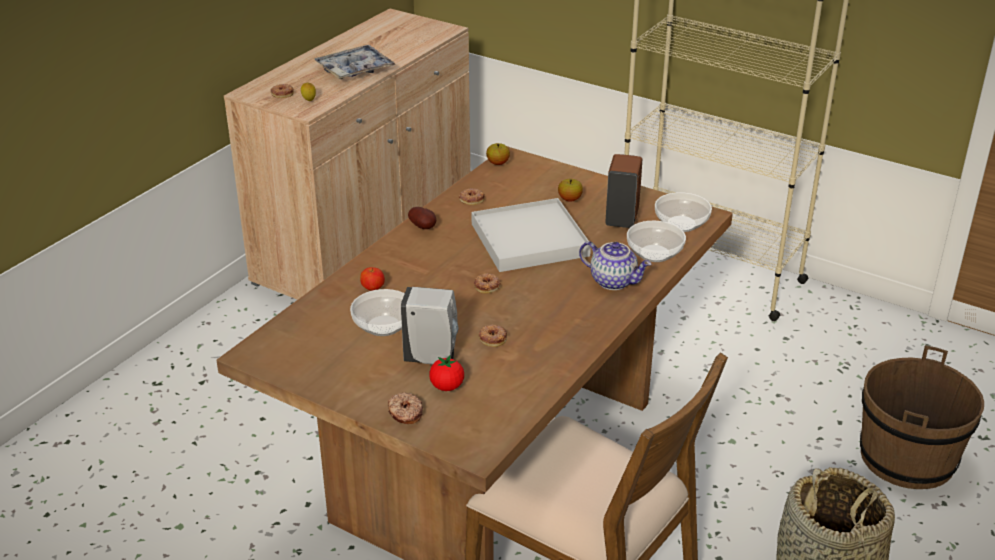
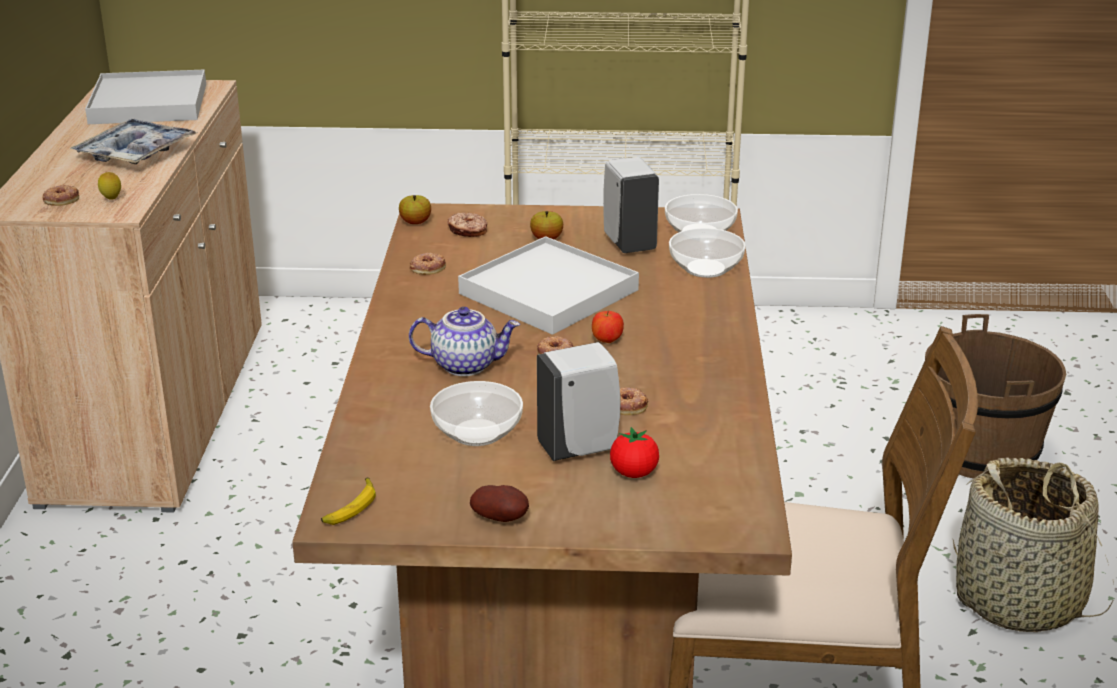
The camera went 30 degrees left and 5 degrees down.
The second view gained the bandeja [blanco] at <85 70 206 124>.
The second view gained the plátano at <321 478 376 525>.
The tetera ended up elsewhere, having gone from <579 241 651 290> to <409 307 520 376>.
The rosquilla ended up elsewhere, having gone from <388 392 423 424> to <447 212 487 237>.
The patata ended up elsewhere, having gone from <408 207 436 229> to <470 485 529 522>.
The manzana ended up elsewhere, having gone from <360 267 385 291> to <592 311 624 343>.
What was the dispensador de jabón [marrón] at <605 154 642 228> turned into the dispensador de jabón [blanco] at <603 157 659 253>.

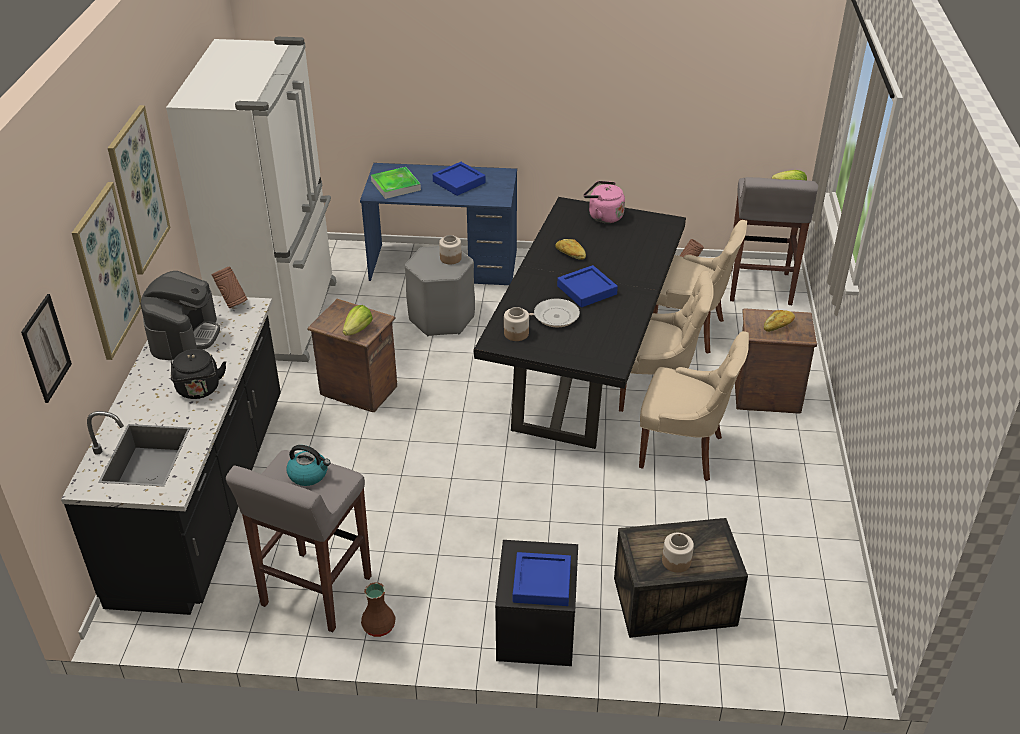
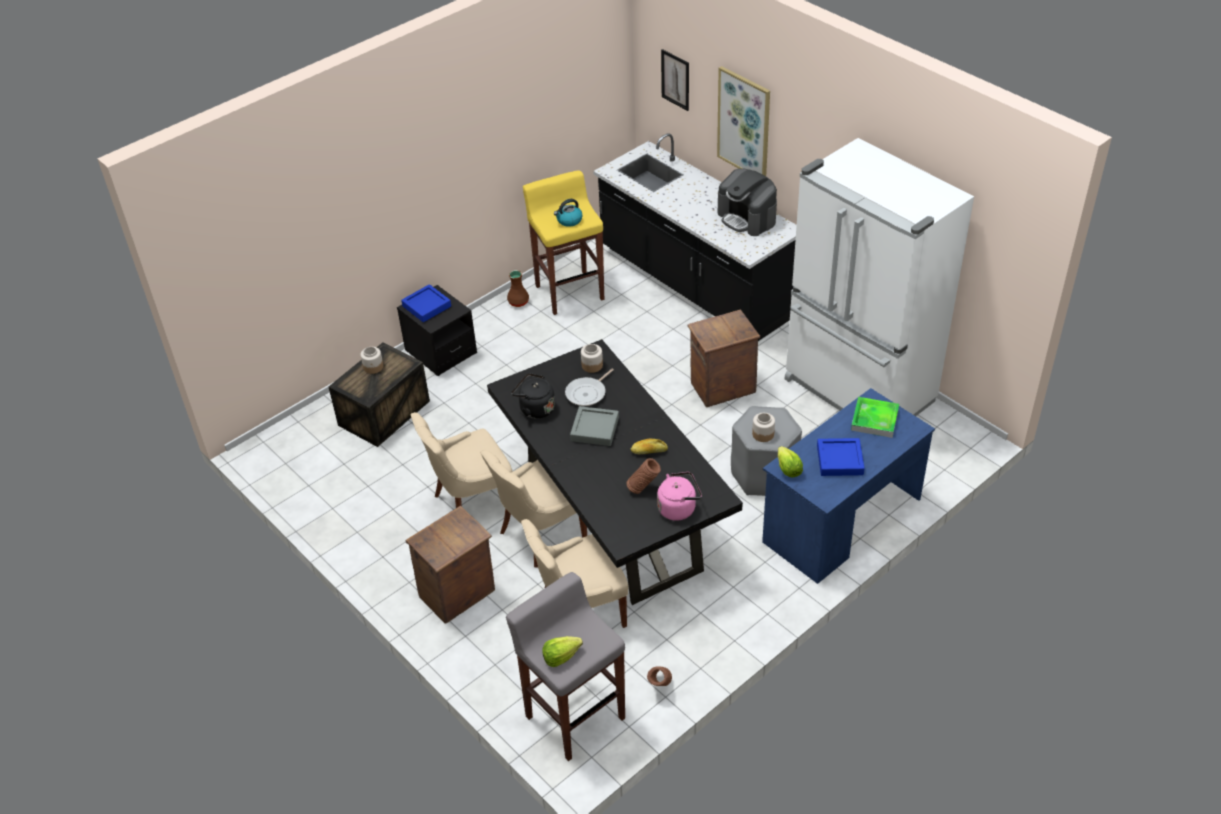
The camera went 135 degrees right and 5 degrees up.
The hervidor [negro] ended up elsewhere, having gone from <171 349 226 399> to <511 373 555 419>.
What was the taburete [gris] at <226 450 372 632> turned into the taburete [amarillo] at <523 170 604 315>.
What was the bandeja [azul] at <557 265 618 308> turned into the bandeja [gris] at <570 406 619 446>.
The florero [marrón] ended up elsewhere, having gone from <212 266 248 308> to <626 458 661 494>.
The lechuga ended up elsewhere, having gone from <343 305 373 336> to <778 446 803 478>.
The second view lost the cuadro at <108 105 170 275>.
The second view lost the pan at <764 310 795 332>.

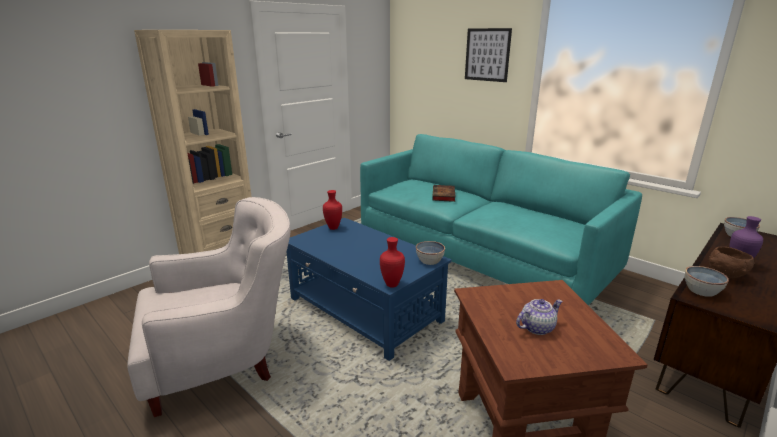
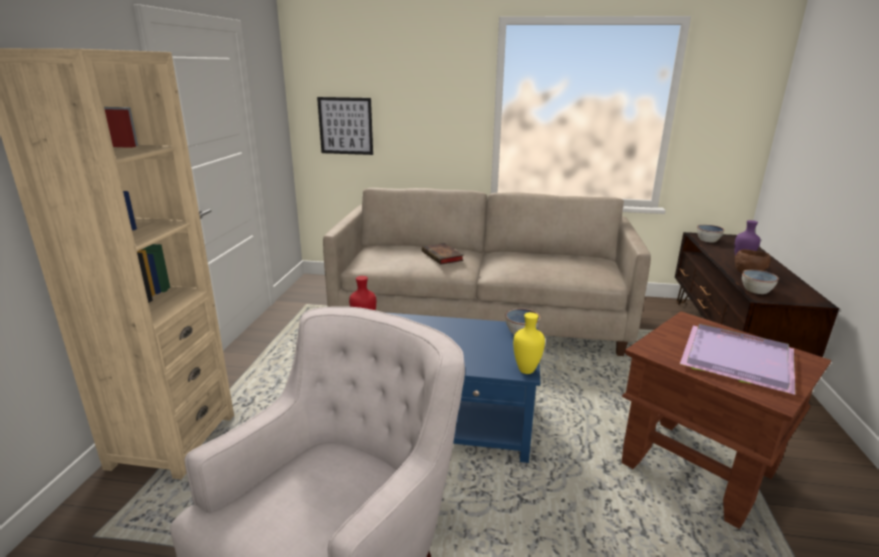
The camera went 35 degrees left and 0 degrees up.
The cuadro ended up elsewhere, having gone from <465 28 512 82> to <317 97 373 155>.
What was the sofá [turquesa] at <360 134 642 305> turned into the sofá [beis] at <323 188 651 356>.
What was the florero [rojo] at <380 237 405 288> turned into the florero [amarillo] at <513 312 545 374>.
Where the tetera stood at <516 299 562 335>, the bandeja [morado] came to stand at <680 324 796 395>.

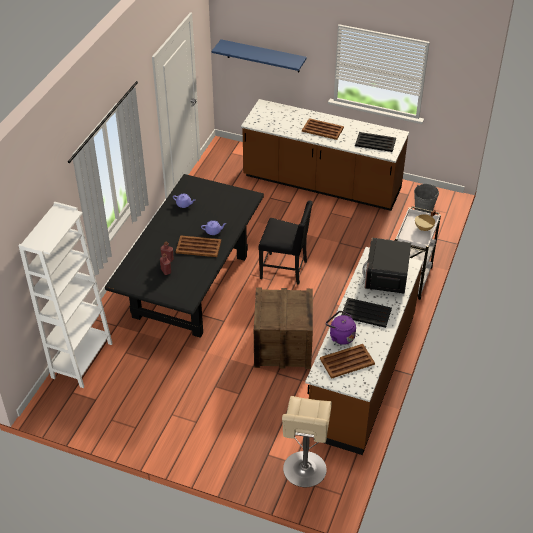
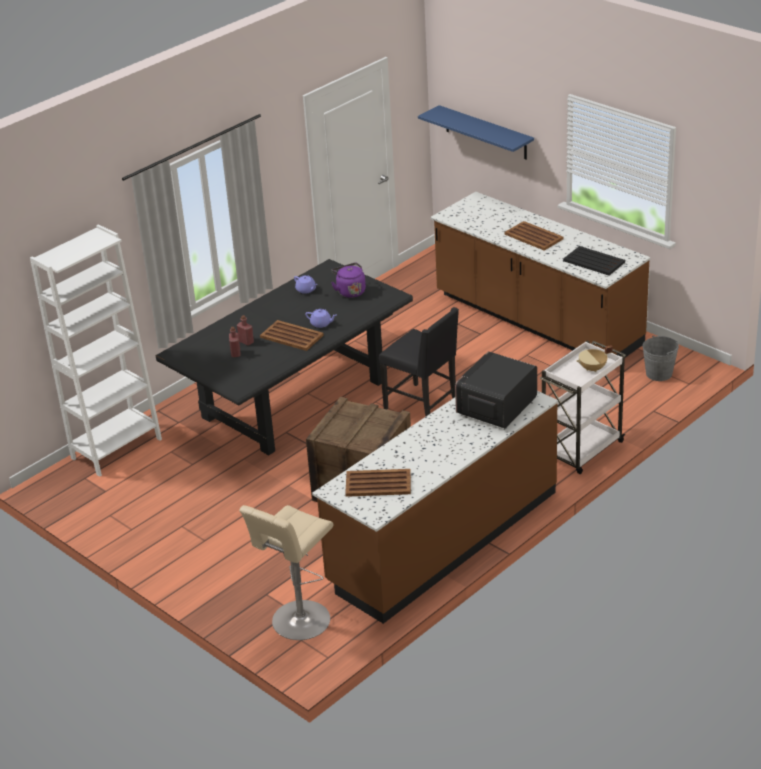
The camera went 25 degrees right and 10 degrees down.
The hervidor [morado] ended up elsewhere, having gone from <326 311 356 345> to <331 263 366 298>.
The second view lost the bandeja [negro] at <342 298 392 328>.

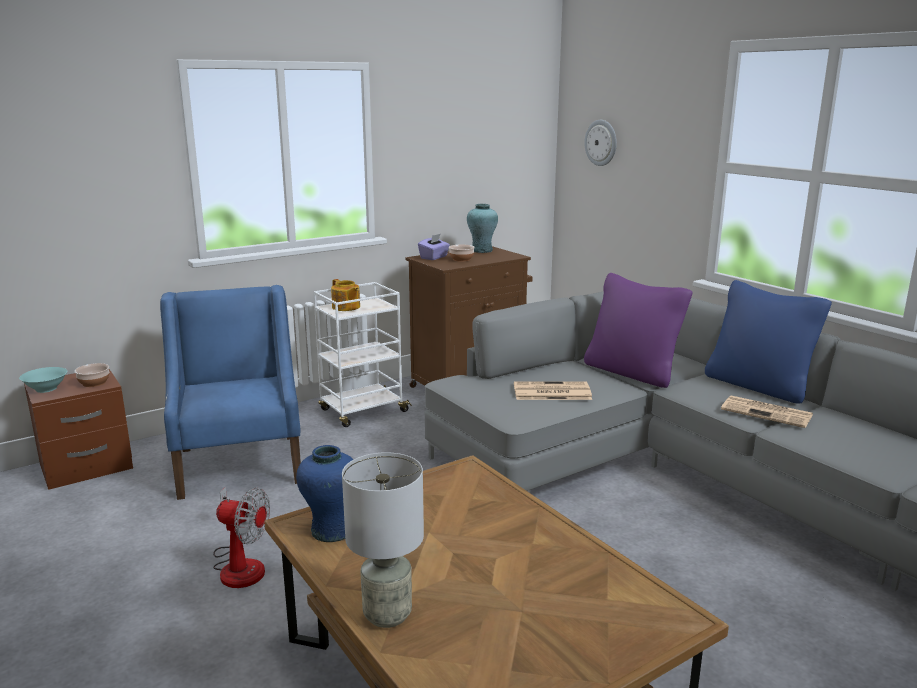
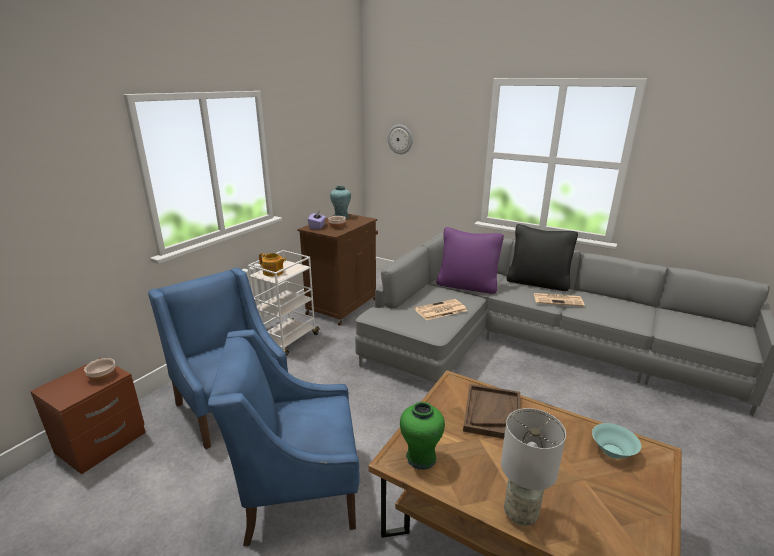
The camera went 25 degrees left and 5 degrees up.
Where the ventilador stood at <213 487 270 588>, the sillón [azul] came to stand at <208 329 360 546>.
What was the florero [azul] at <296 445 354 542> turned into the florero [verde] at <400 402 445 470>.
The second view gained the bandeja [marrón] at <463 384 521 439>.
What was the cojín [azul] at <705 280 832 404> turned into the cojín [negro] at <507 224 578 291>.
The cuenco [turquesa] ended up elsewhere, having gone from <19 367 67 393> to <592 423 641 459>.

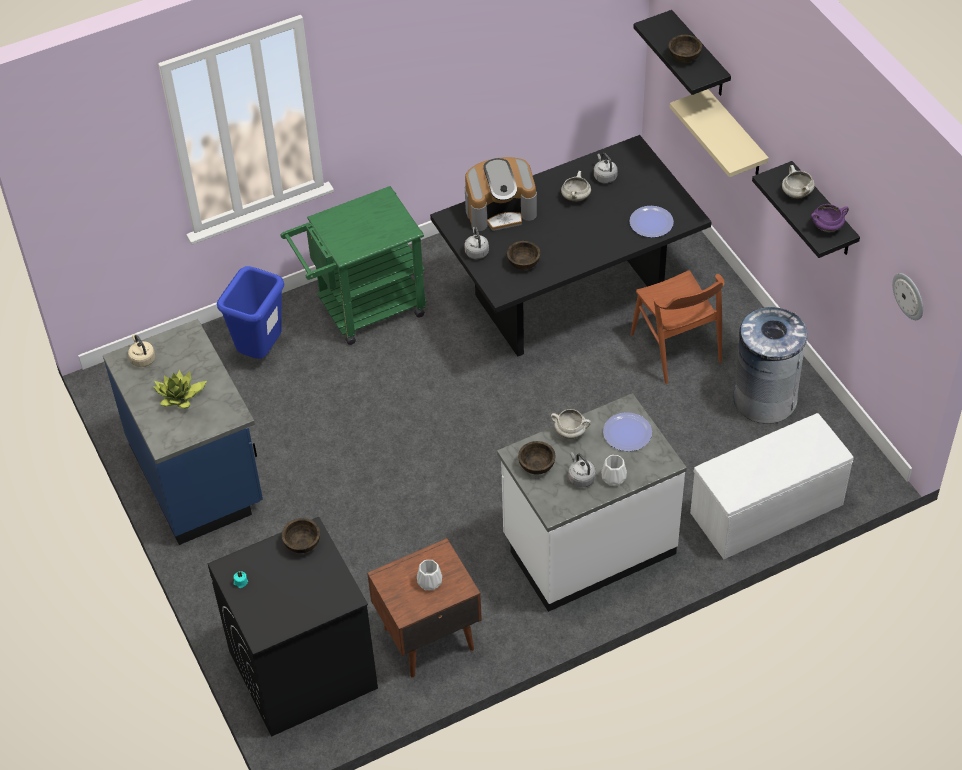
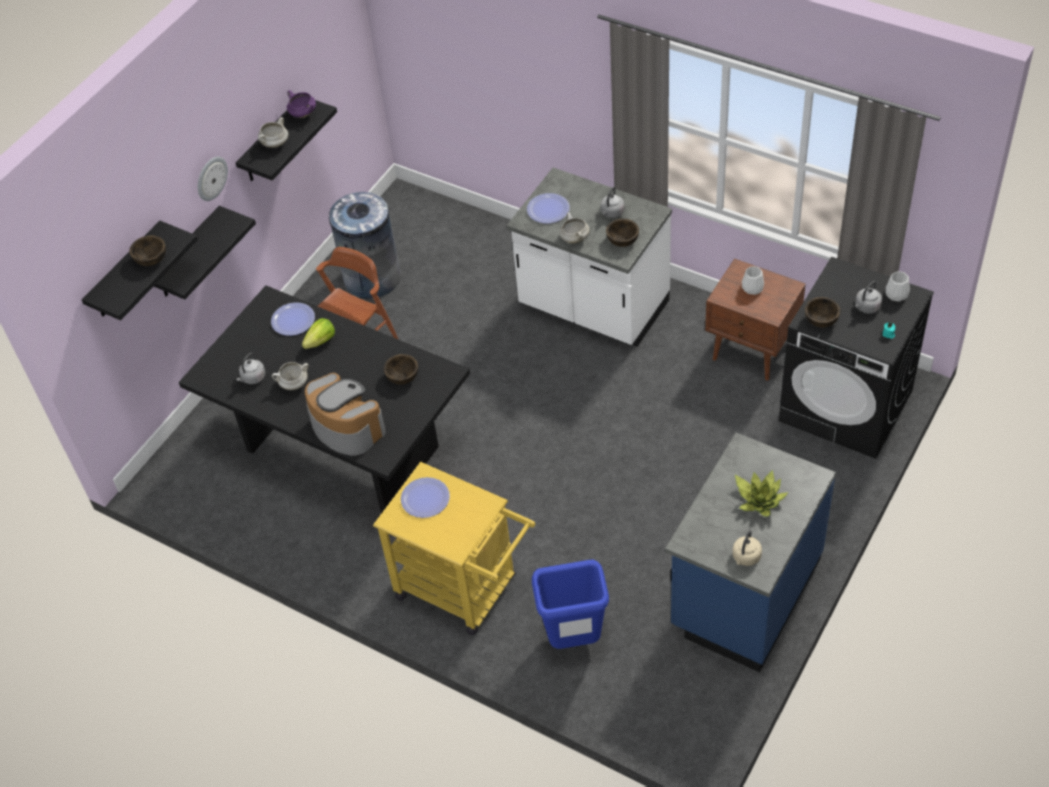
The camera went 120 degrees left and 0 degrees up.
What was the estante [beis] at <670 89 769 177> turned into the estante [negro] at <154 206 256 300>.
The reloj de pared ended up elsewhere, having gone from <892 273 923 320> to <198 157 228 201>.
The second view gained the lechuga at <302 318 335 349>.
What was the carrito [verde] at <281 186 427 345> turned into the carrito [amarillo] at <373 462 536 636>.
The second view gained the plato at <401 477 450 518>.
The hervidor [gris] ended up elsewhere, having gone from <464 227 489 259> to <855 281 882 314>.
The florero [blanco] ended up elsewhere, having gone from <601 455 627 486> to <886 271 910 302>.
The second view lost the banco [blanco] at <690 413 854 559>.

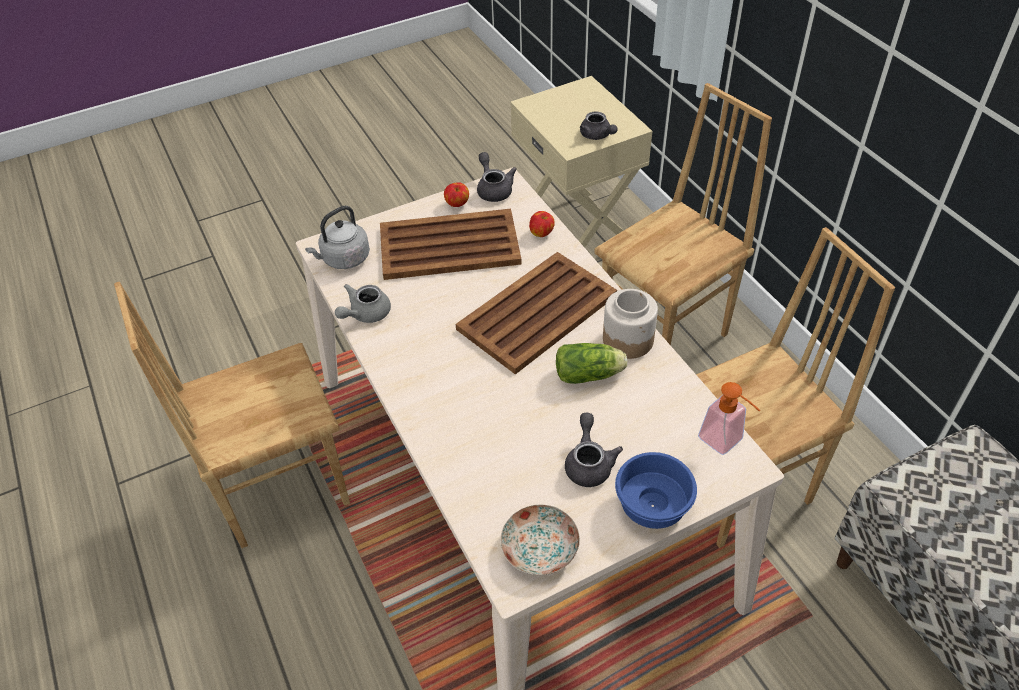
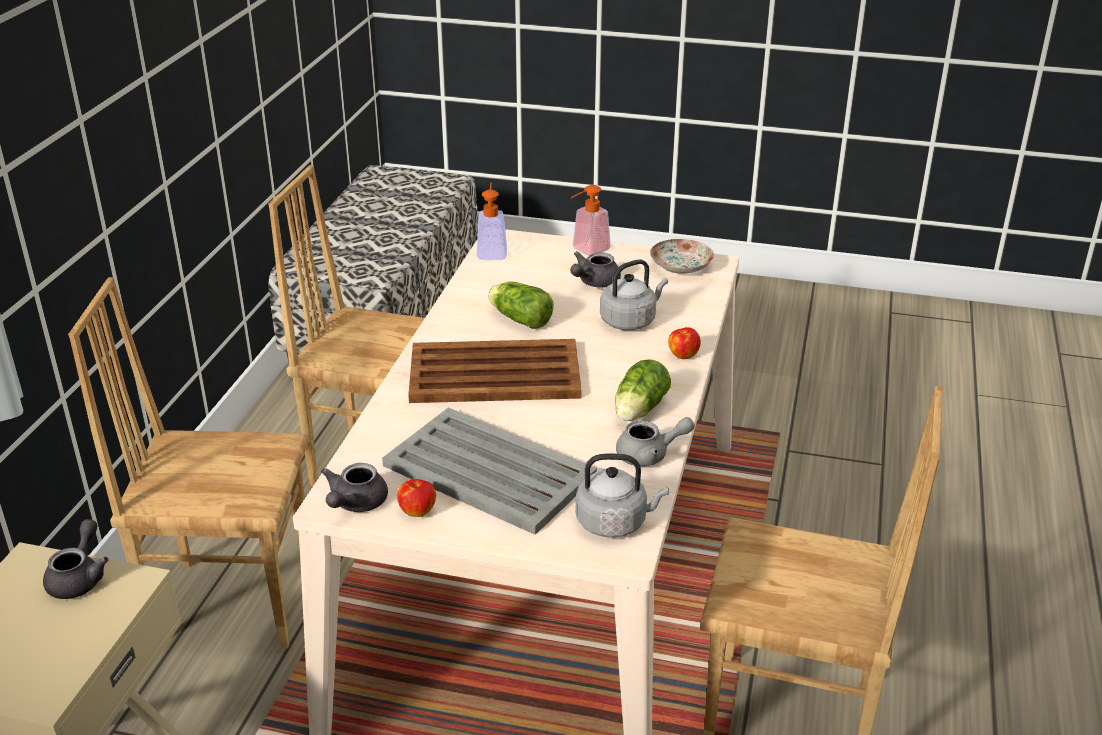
The camera went 140 degrees left and 15 degrees down.
What was the bandeja [marrón] at <380 209 522 280> turned into the bandeja [gris] at <382 408 597 535>.
Where the cuenco [azul] stood at <615 452 697 529>, the dispensador de jabón came to stand at <571 185 611 256>.
The second view gained the hervidor [gris] at <600 259 668 330>.
The second view gained the lechuga at <615 360 671 421>.
The manzana ended up elsewhere, having gone from <529 211 555 237> to <668 327 701 359>.
The second view lost the tarro at <603 289 658 359>.

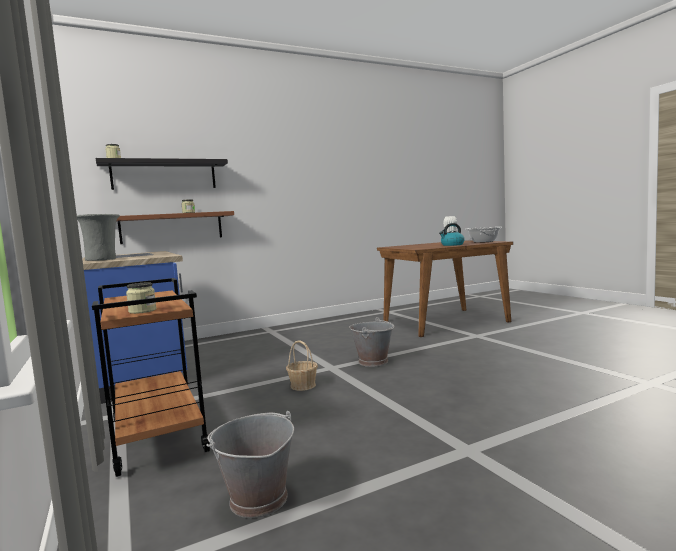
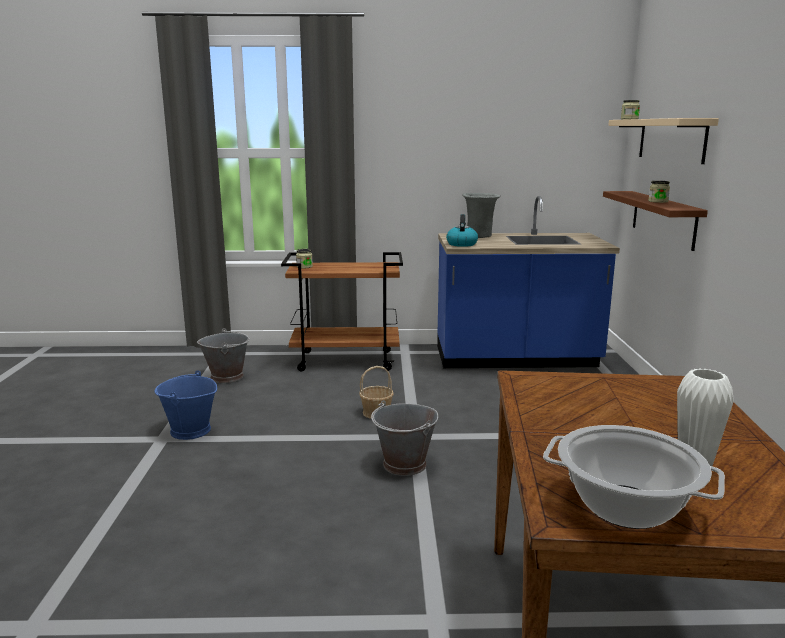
The camera went 115 degrees right and 10 degrees up.
The second view gained the cubo [azul] at <155 370 217 440>.
The hervidor ended up elsewhere, having gone from <439 223 465 246> to <446 214 478 247>.
What was the estante [negro] at <96 158 228 190> turned into the estante [beis] at <608 118 719 164>.

